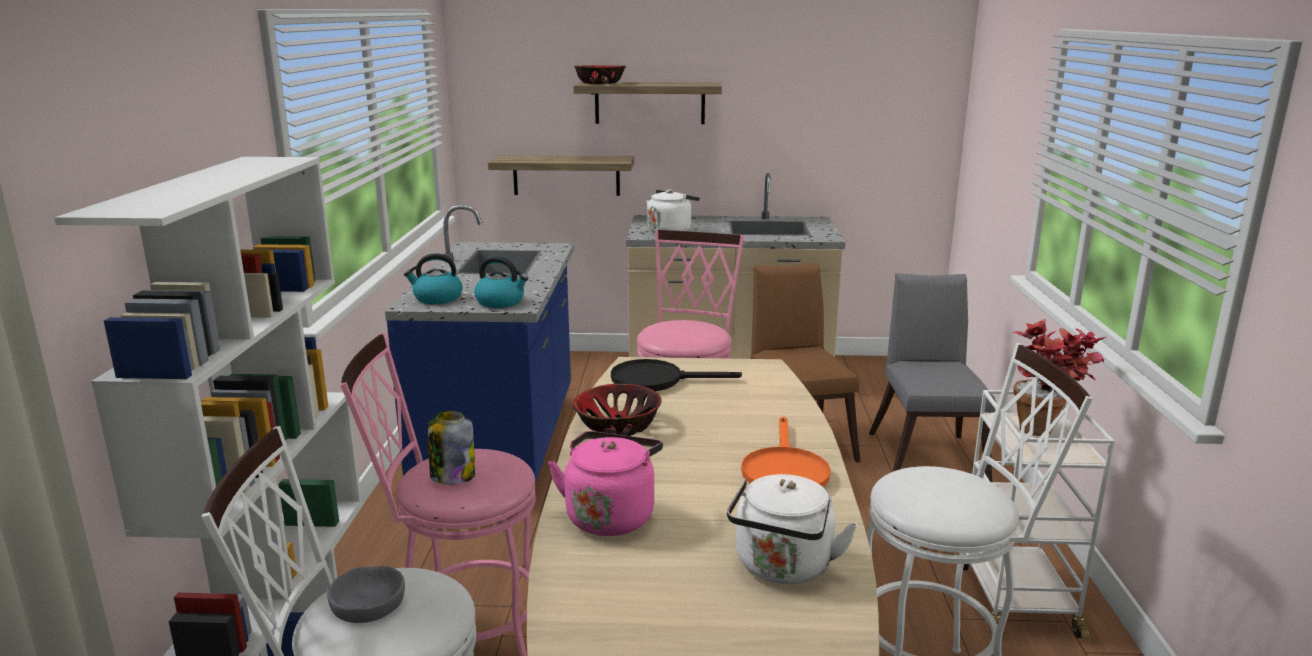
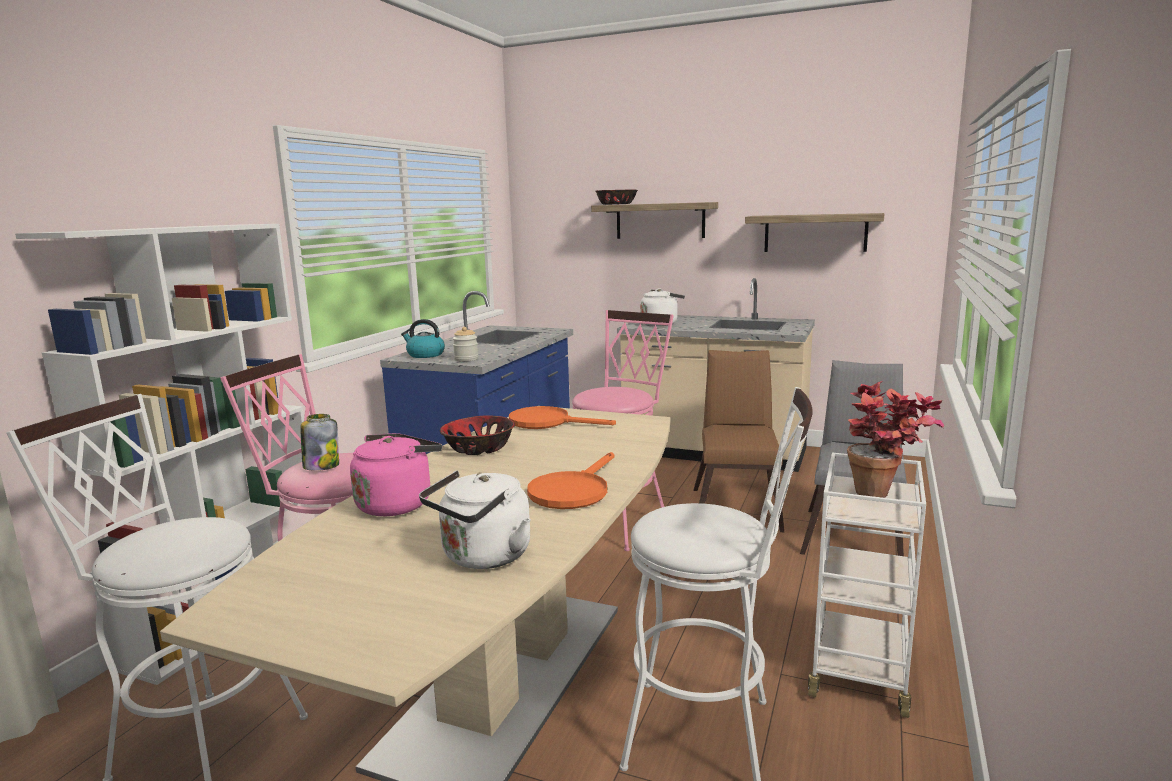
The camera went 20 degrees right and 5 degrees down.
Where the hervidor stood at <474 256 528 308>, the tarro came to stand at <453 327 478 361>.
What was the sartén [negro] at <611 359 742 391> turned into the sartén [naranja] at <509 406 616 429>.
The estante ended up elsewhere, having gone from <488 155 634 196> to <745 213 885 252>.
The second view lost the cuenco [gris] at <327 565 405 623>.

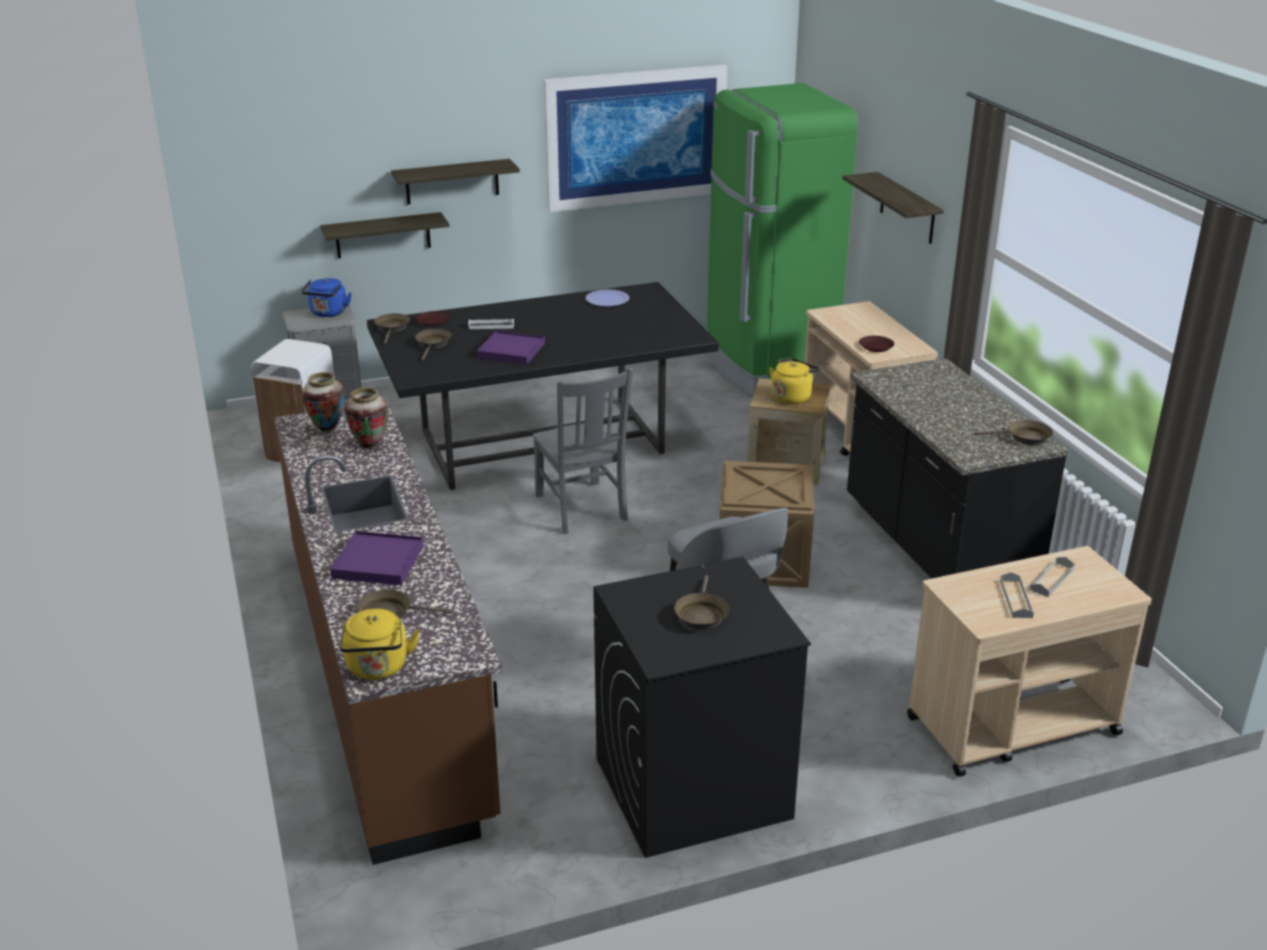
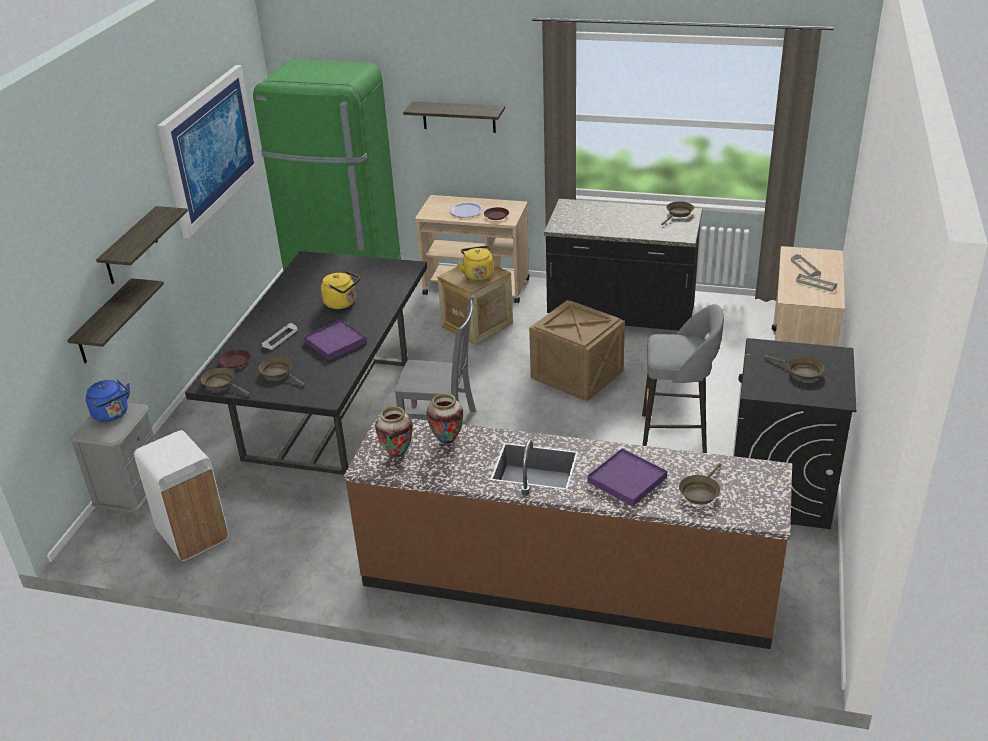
The camera went 55 degrees left and 5 degrees up.
The hervidor [amarillo] ended up elsewhere, having gone from <339 609 420 680> to <321 270 360 309>.
The plato ended up elsewhere, having gone from <586 289 629 307> to <449 202 483 218>.

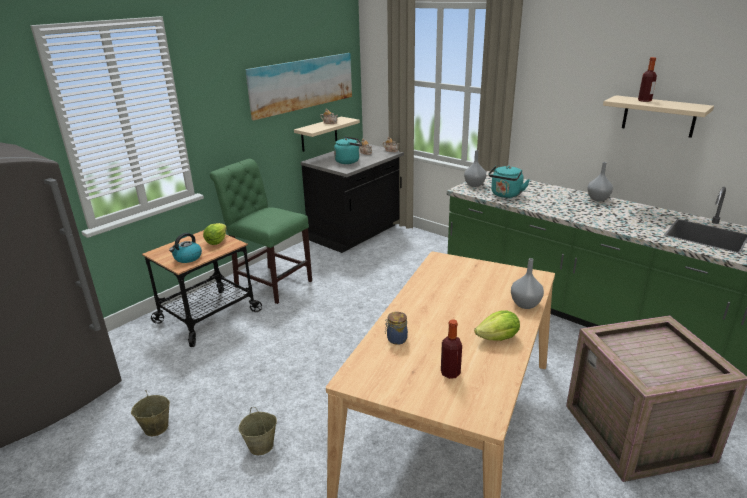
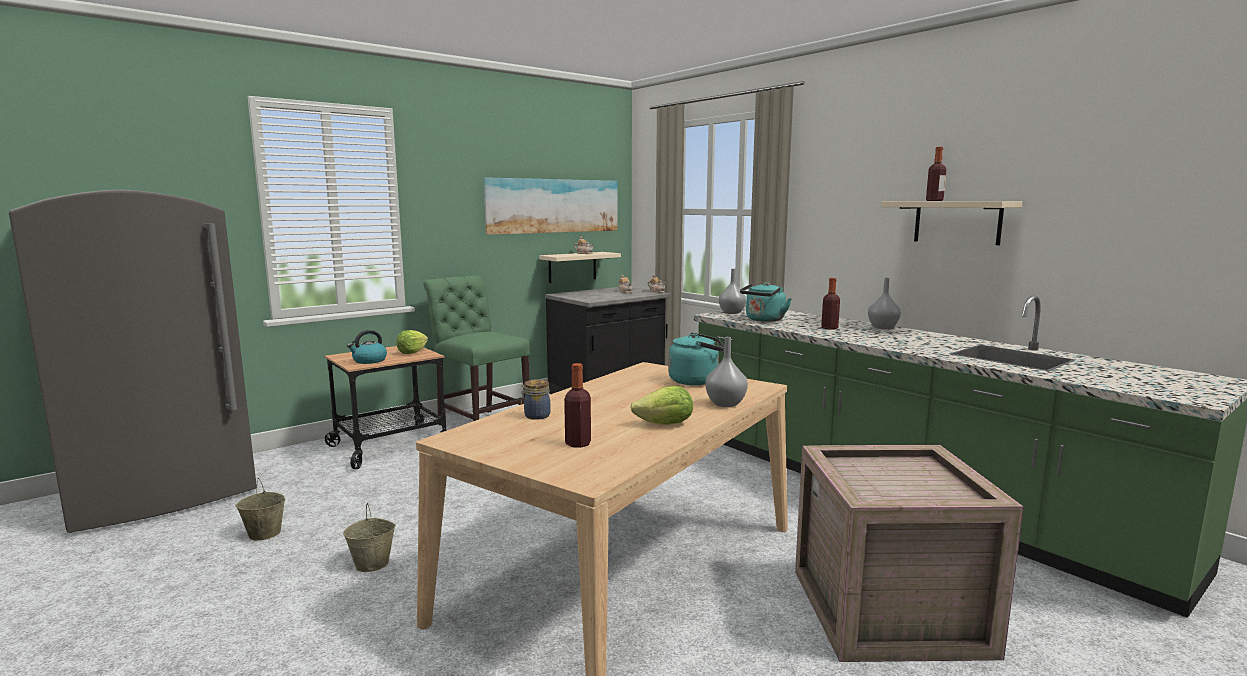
The camera went 10 degrees right and 15 degrees down.
The hervidor [turquesa] ended up elsewhere, having gone from <334 137 362 164> to <668 332 724 385>.
The second view gained the botella at <821 278 840 330>.

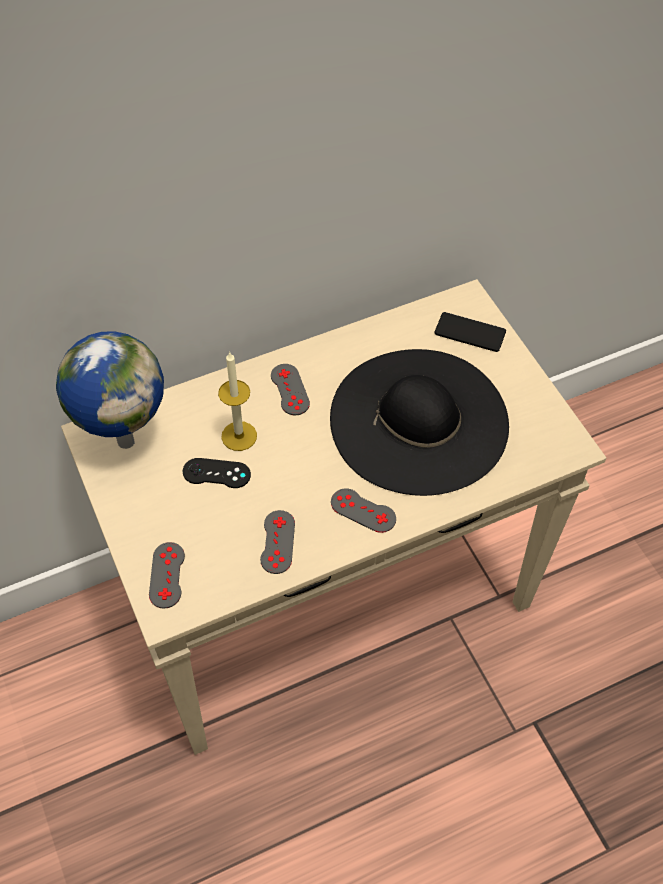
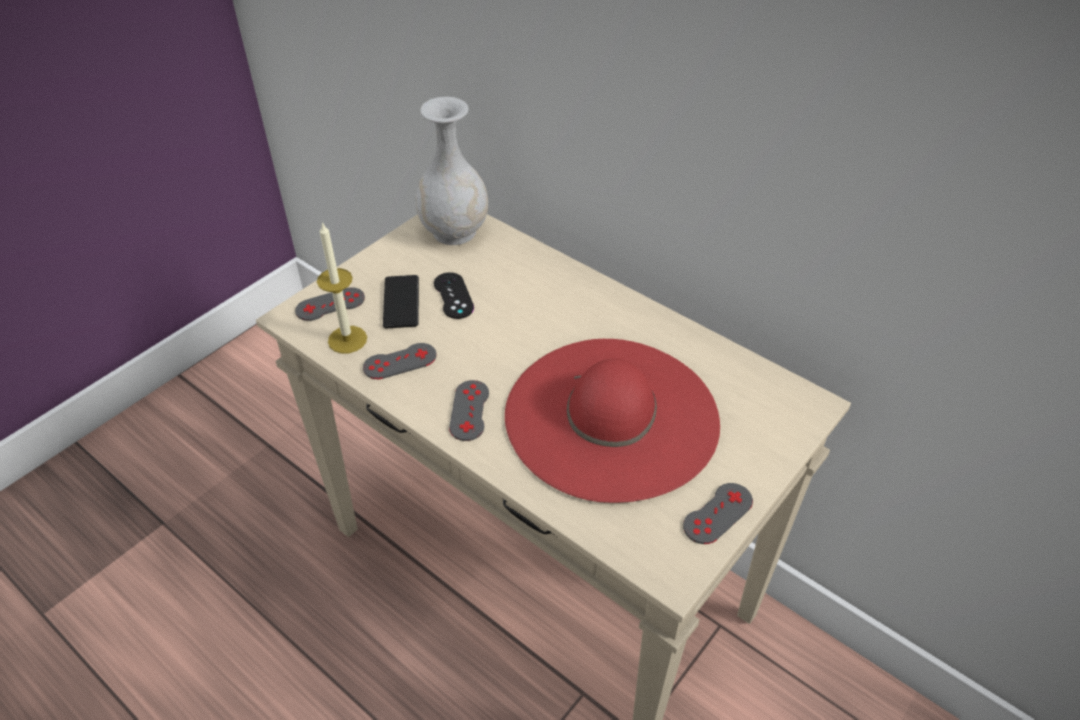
The camera went 65 degrees right and 10 degrees down.
The vela ended up elsewhere, having gone from <218 351 257 451> to <317 222 367 353>.
The móvil ended up elsewhere, having gone from <434 312 506 352> to <383 275 419 328>.
Where the globo terráqueo stood at <56 331 164 449>, the florero [blanco] came to stand at <416 97 488 245>.
What was the sombrero [negro] at <330 349 509 496> turned into the sombrero [rojo] at <505 339 720 503>.
The mando de consola [gris] ended up elsewhere, having gone from <271 364 310 415> to <683 483 753 544>.

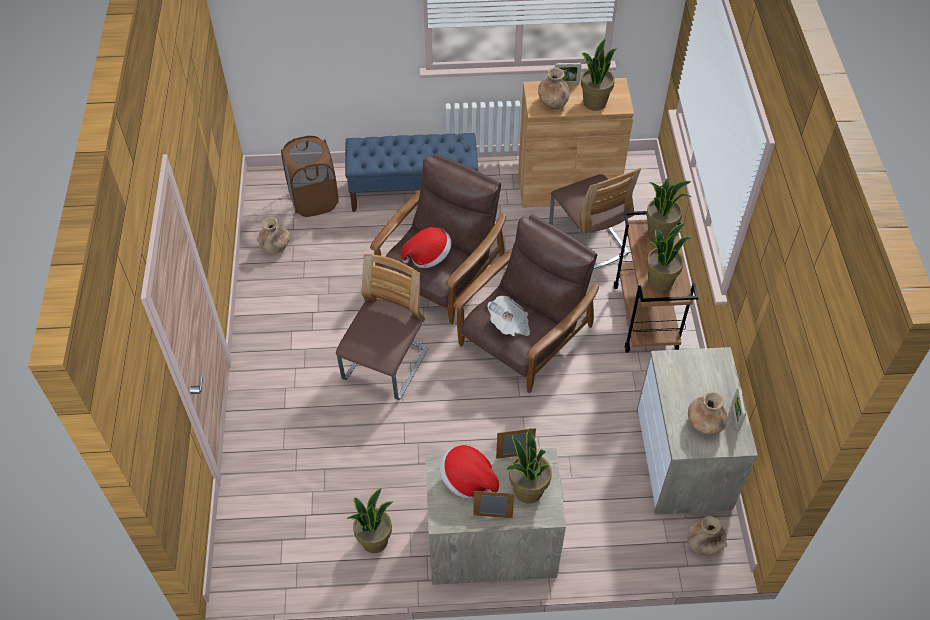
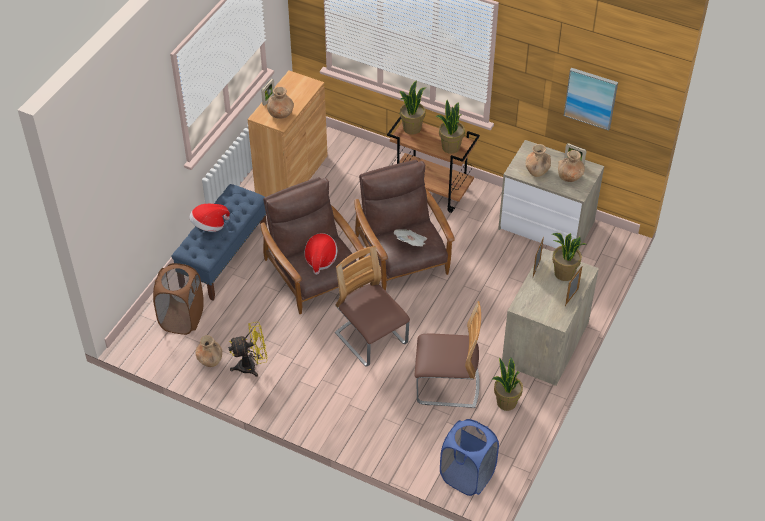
The camera went 60 degrees left and 5 degrees down.
The sombrero ended up elsewhere, having gone from <440 445 499 498> to <189 204 230 232>.
The second view gained the ventilador [amarillo] at <228 322 267 377>.
The silla ended up elsewhere, having gone from <549 168 641 269> to <415 301 481 408>.
The second view gained the cesto de la ropa [azul] at <440 419 499 496>.
The florero [marrón] ended up elsewhere, having gone from <687 516 727 556> to <525 144 551 177>.
The second view gained the cuadro at <564 68 618 131>.
The second view lost the planta en maceta at <581 38 618 111>.

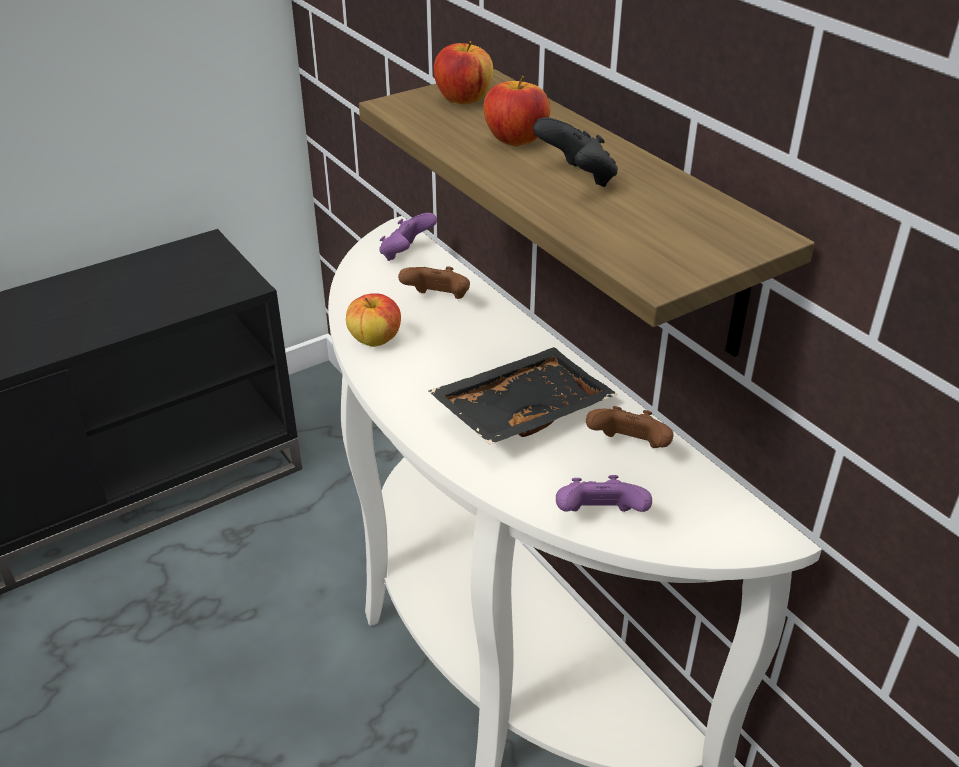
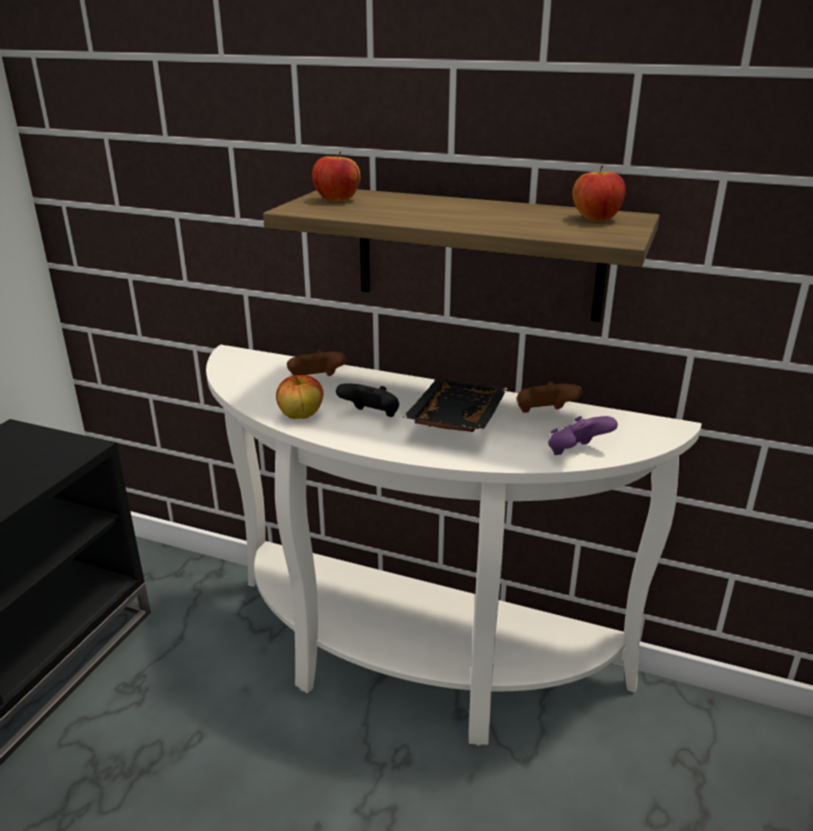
The camera went 35 degrees left and 10 degrees down.
The mando de consola [negro] ended up elsewhere, having gone from <533 117 618 187> to <336 383 399 417>.
The manzana ended up elsewhere, having gone from <483 76 550 146> to <573 165 626 222>.
The second view lost the mando de consola [morado] at <379 213 437 261>.

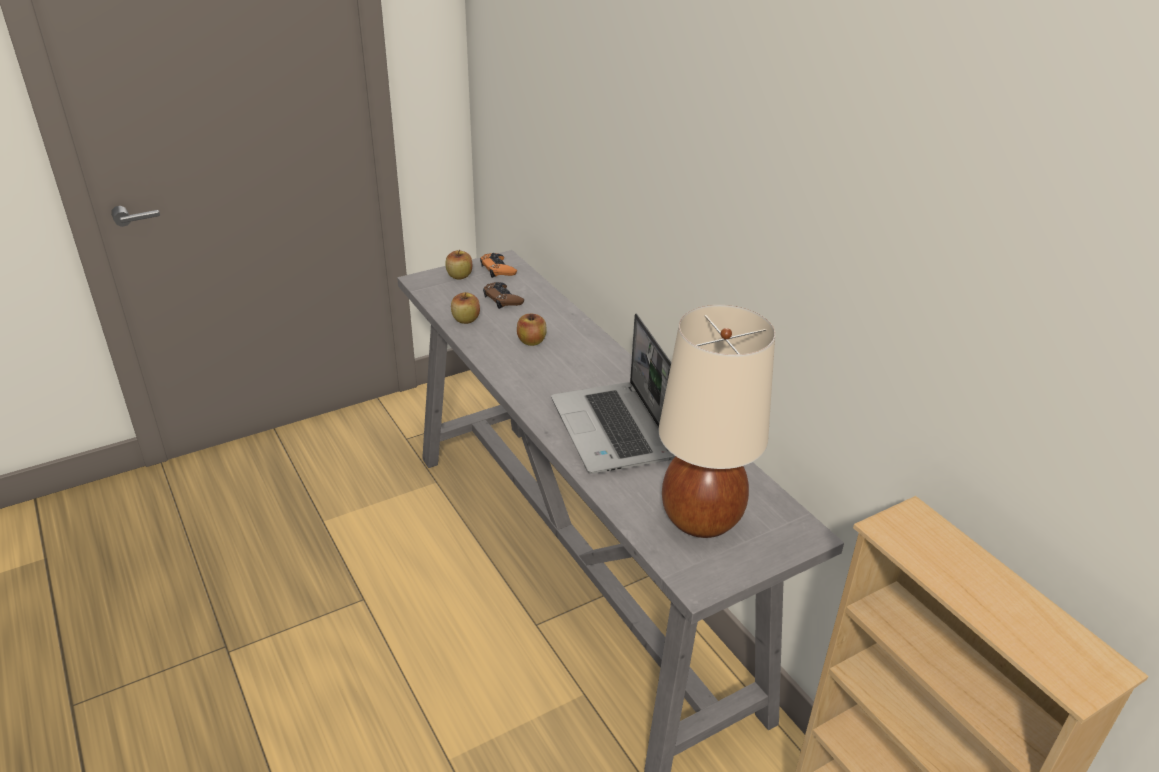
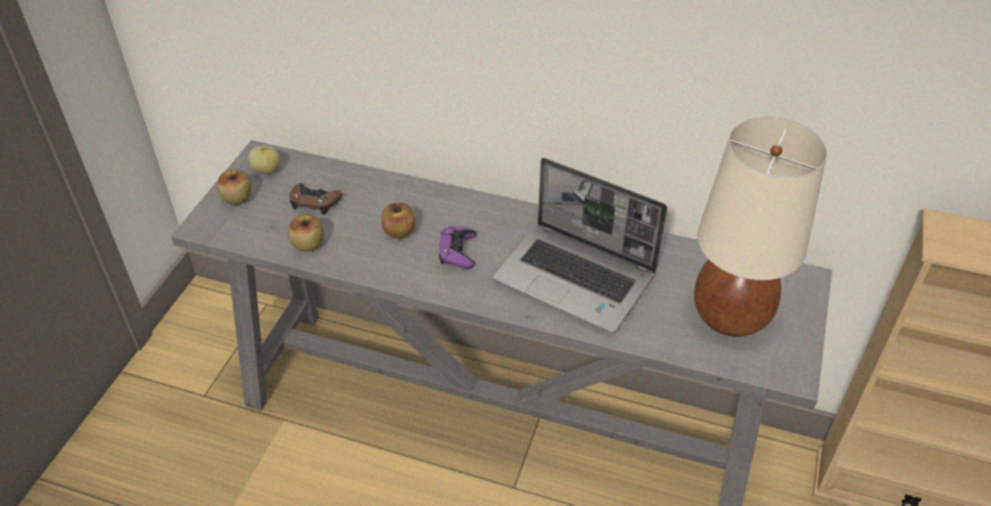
The camera went 40 degrees left and 10 degrees up.
Where the mando de consola [naranja] stood at <480 253 517 278>, the manzana came to stand at <248 146 280 174>.
The second view gained the mando de consola [morado] at <439 226 477 269>.

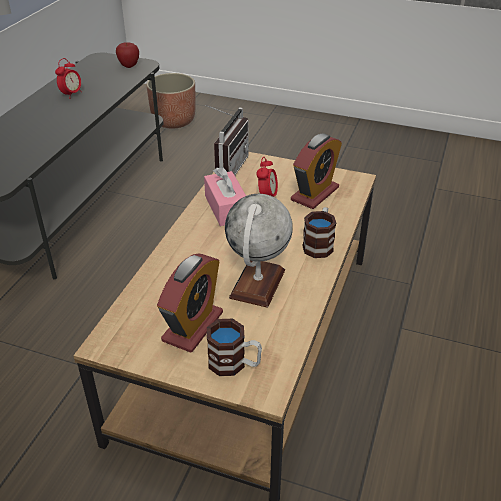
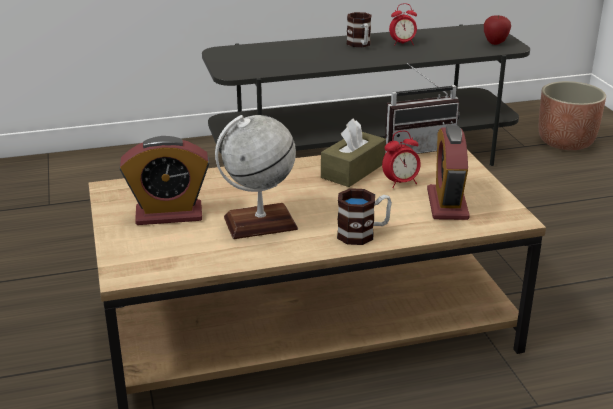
The camera went 55 degrees right and 10 degrees down.
What was the caja de pañuelos [rosa] at <204 167 246 226> turned into the caja de pañuelos [marrón] at <321 118 386 187>.
The taza grande ended up elsewhere, having gone from <207 319 262 376> to <346 12 372 47>.
The despertador at <291 133 342 209> ended up facing another way, 90 degrees clockwise from before.

